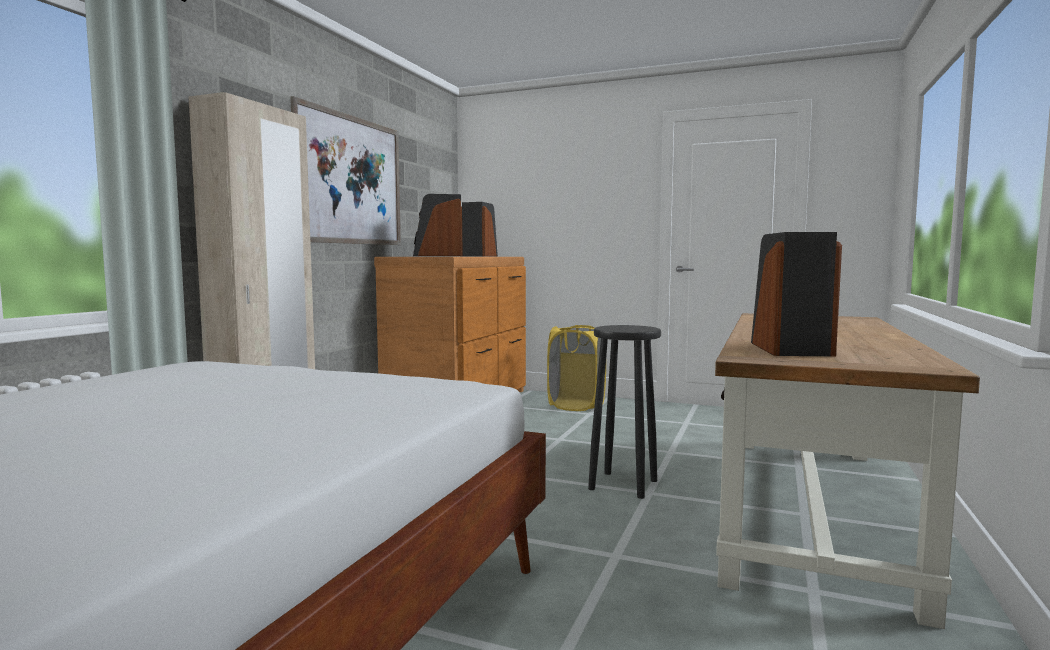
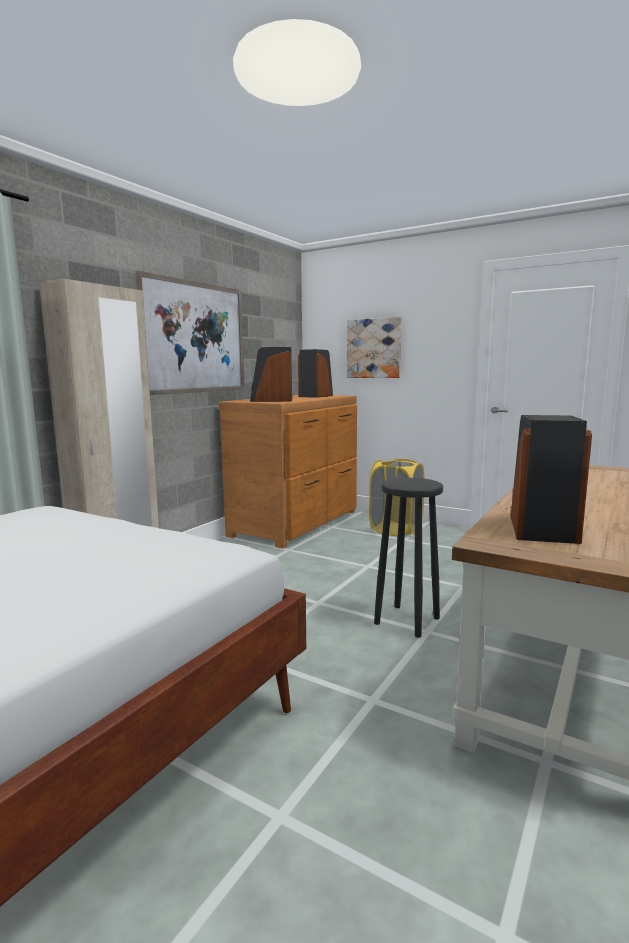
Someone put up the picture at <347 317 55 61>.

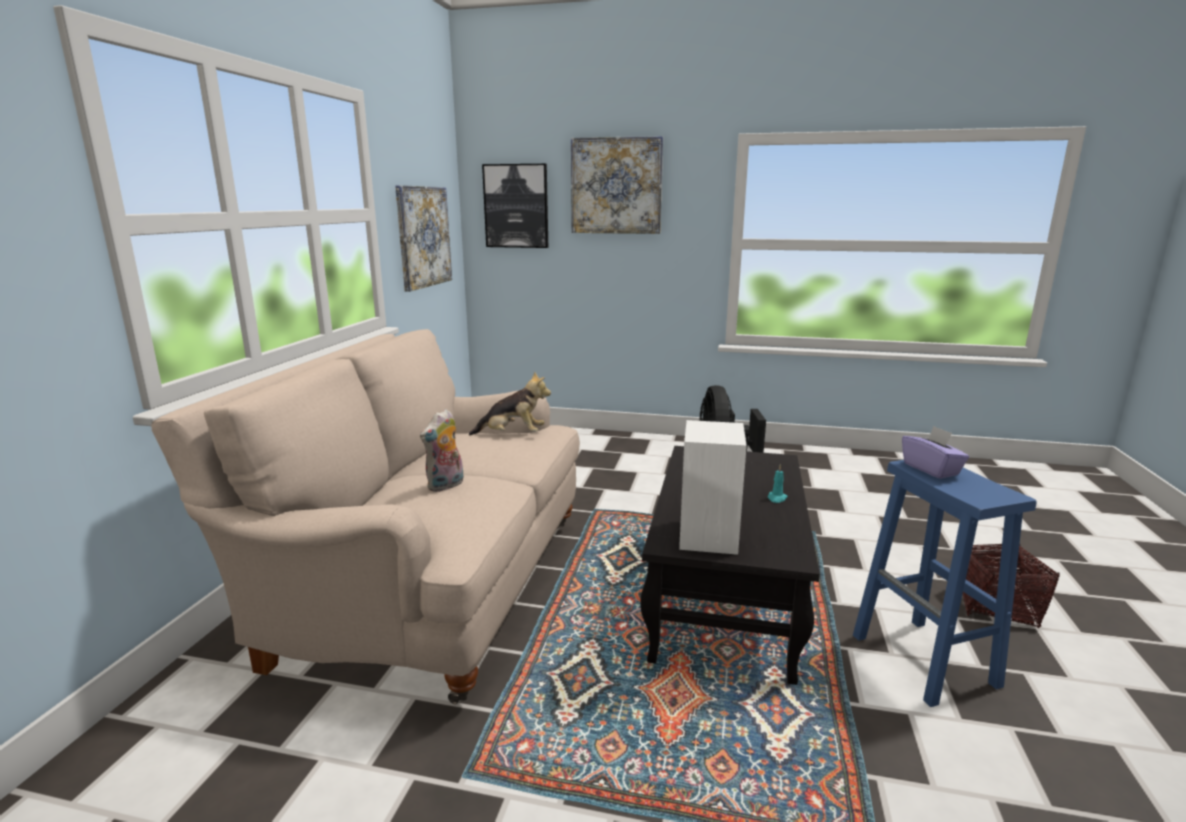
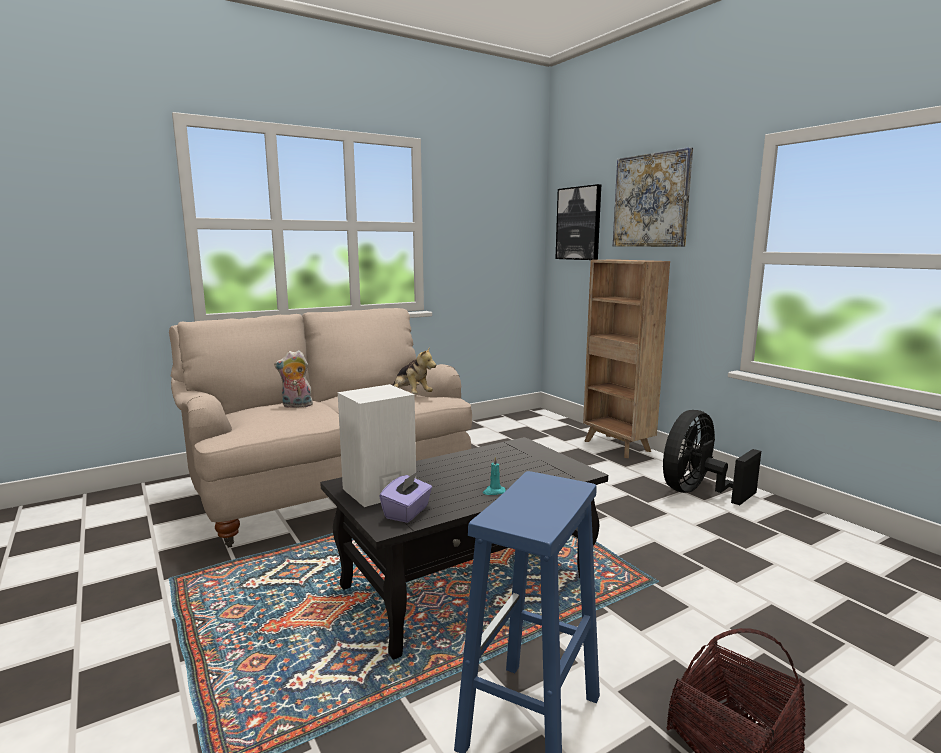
Someone took away the picture at <395 185 57 107>. Someone carried the tissue box in purple from <902 426 67 53> to <379 472 53 51>. Someone put down the bookcase in brown at <583 259 87 199>.

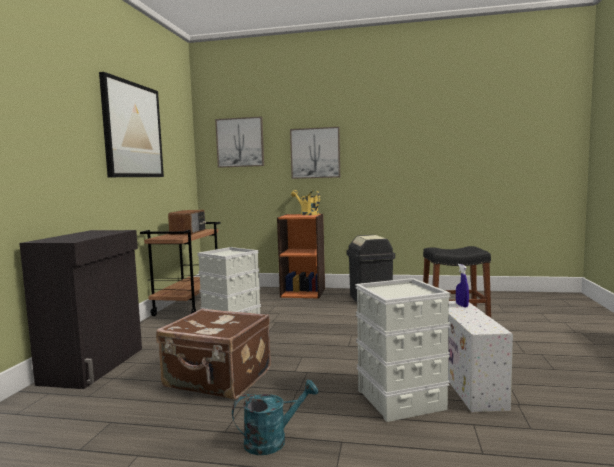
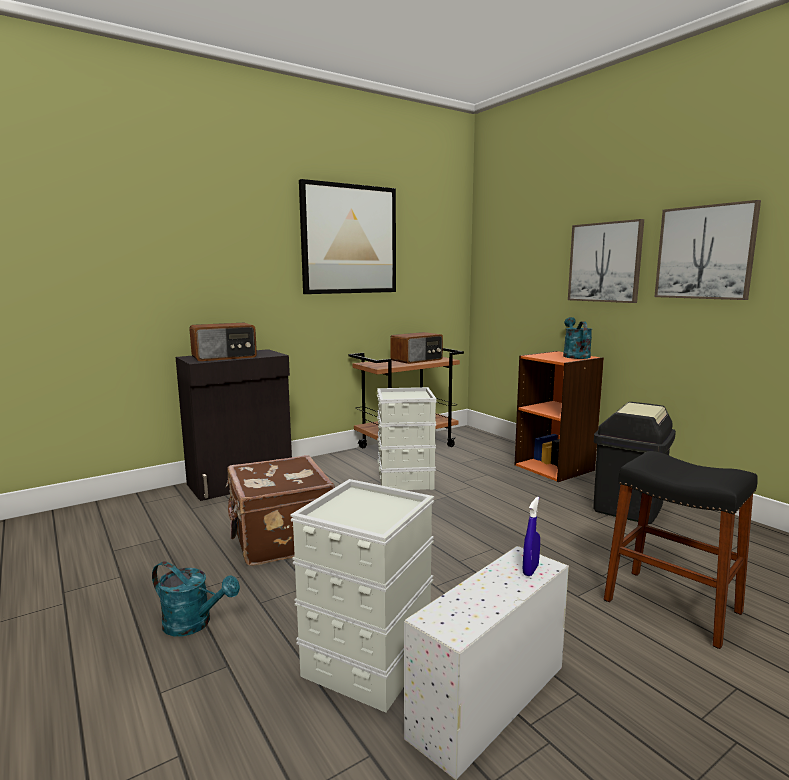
Someone carried the picture from <215 117 49 51> to <654 200 107 100>. Someone repainted the watering can in yellow at <291 190 29 25>, which became the watering can in turquoise at <563 317 29 42>. Someone put down the radio at <189 323 68 38>.

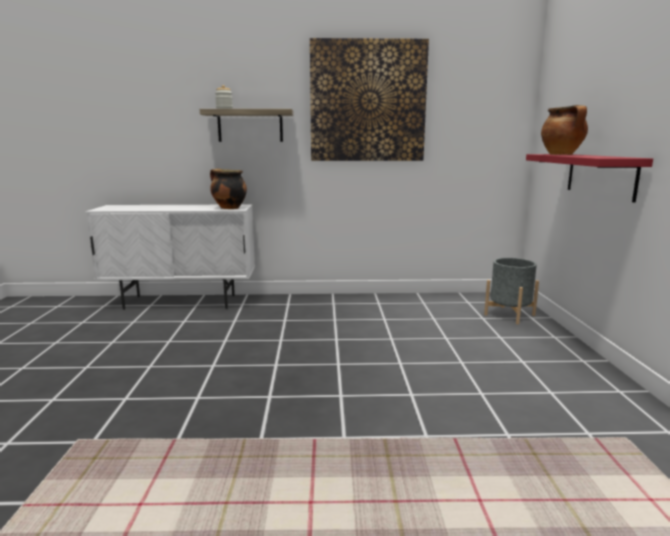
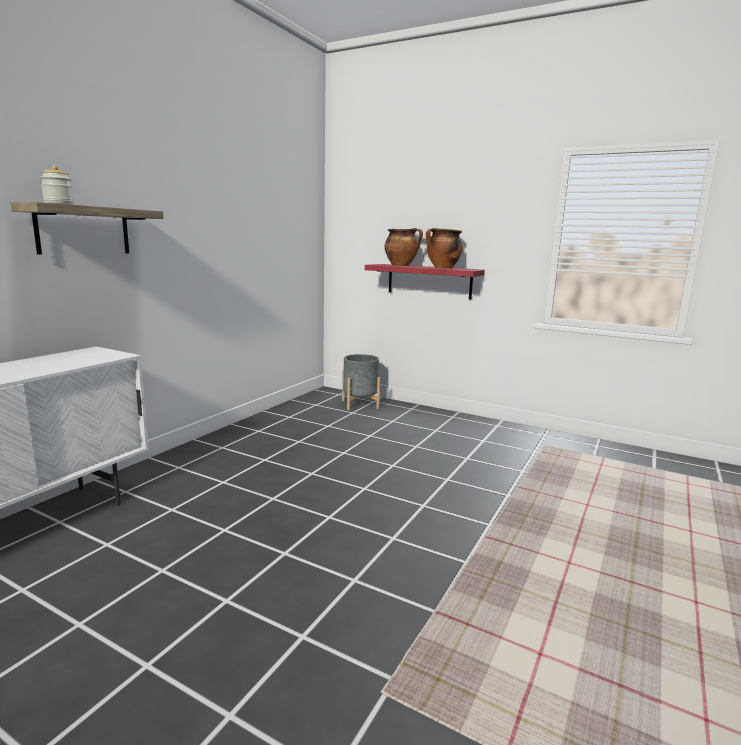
Someone carried the cooking pot from <210 169 37 40> to <426 228 37 41>. Someone took away the picture at <310 38 119 123>.

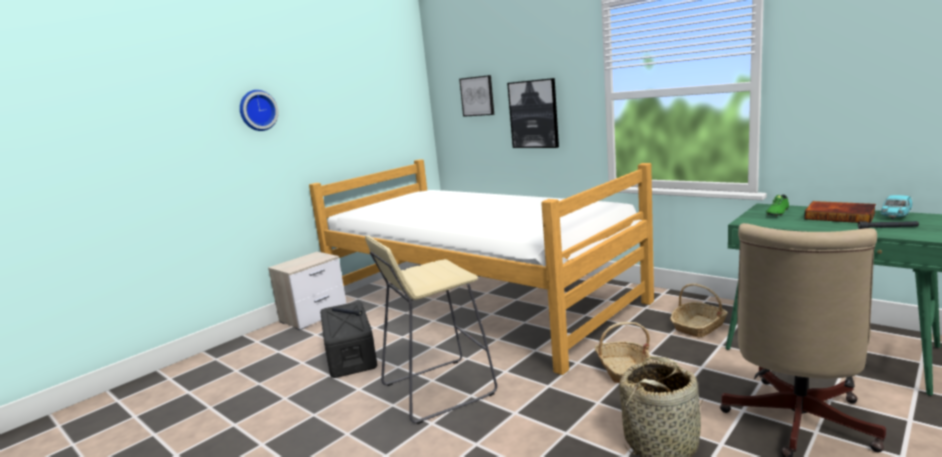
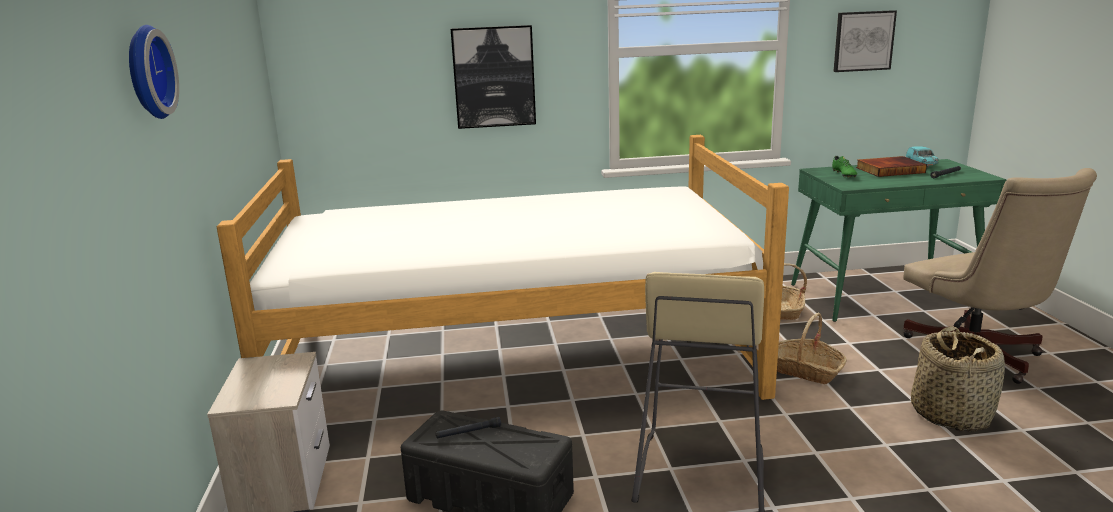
Someone carried the picture from <459 75 35 42> to <833 10 64 62>.

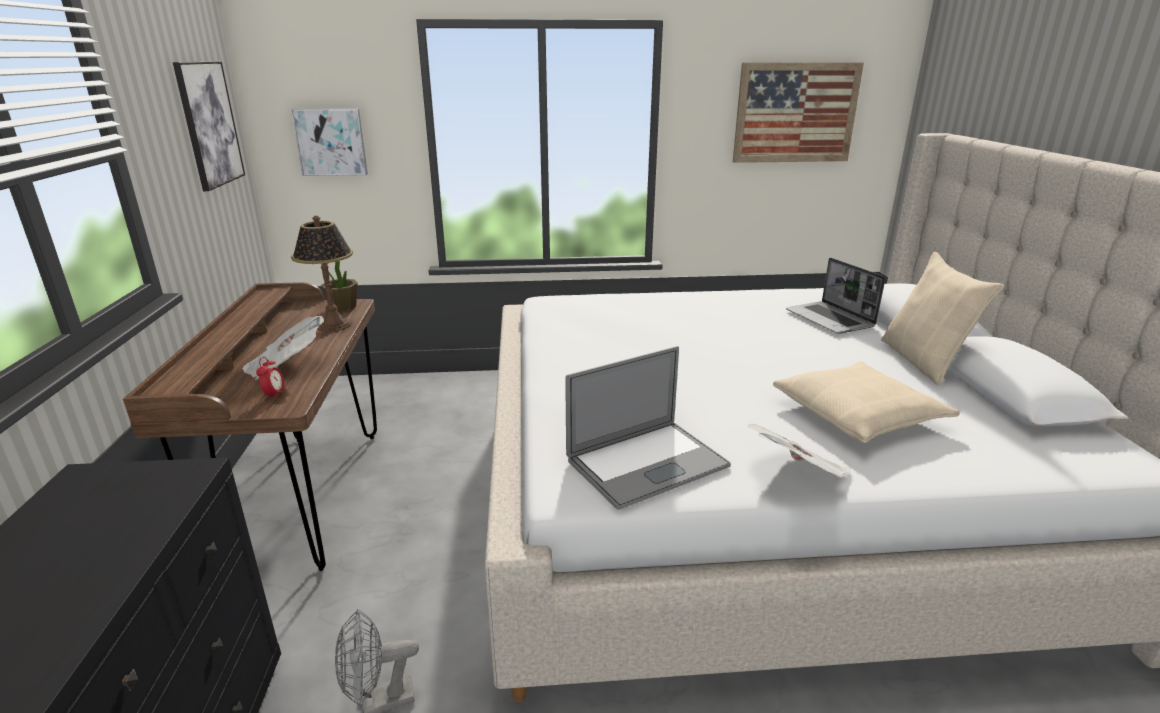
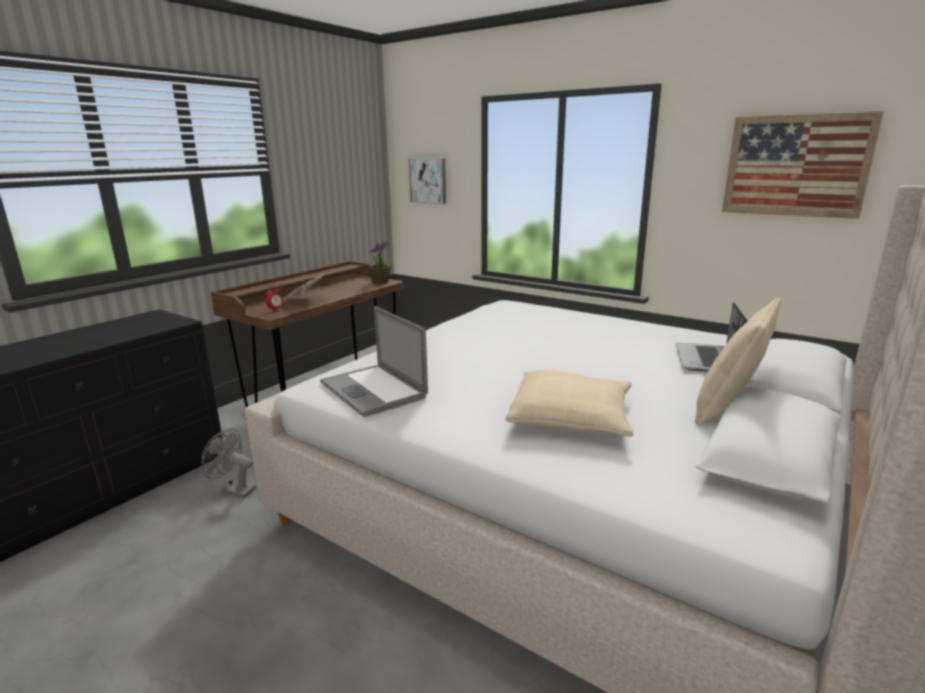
Someone took away the picture at <173 61 72 130>. Someone took away the table lamp at <291 216 62 116>. Someone rotated the laptop at <565 346 166 164> by 45 degrees clockwise. Someone took away the newspaper at <748 424 103 54>.

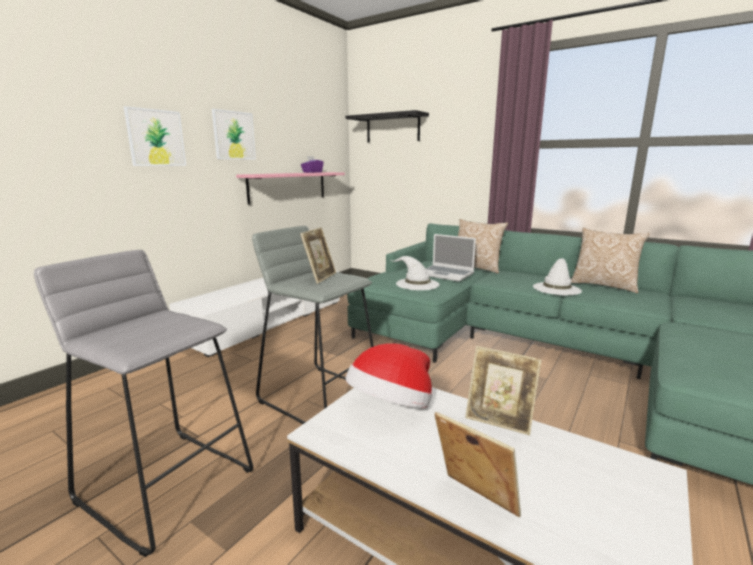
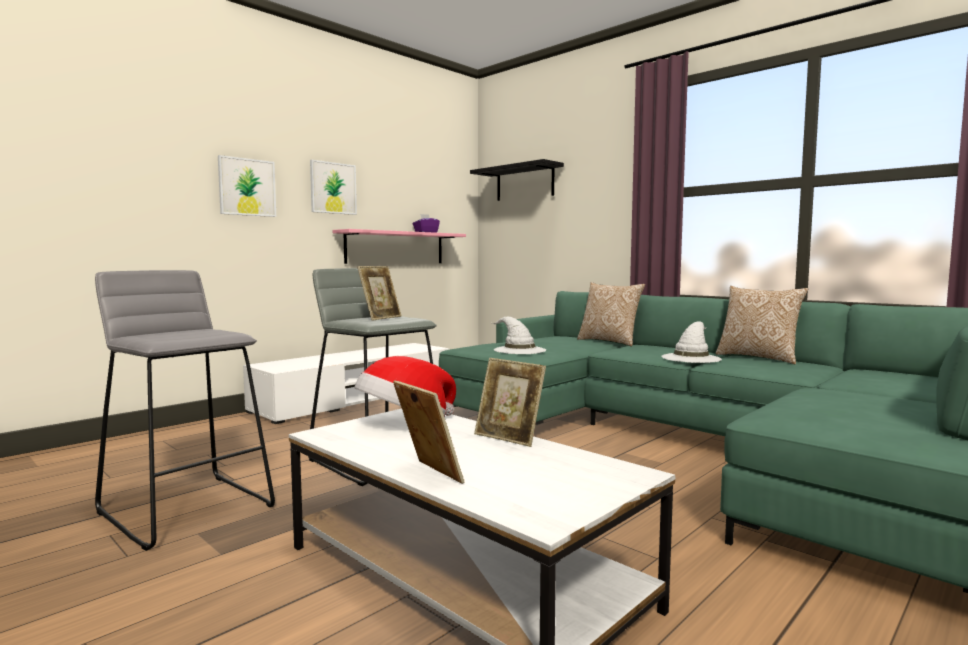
Someone took away the laptop at <425 234 51 48>.

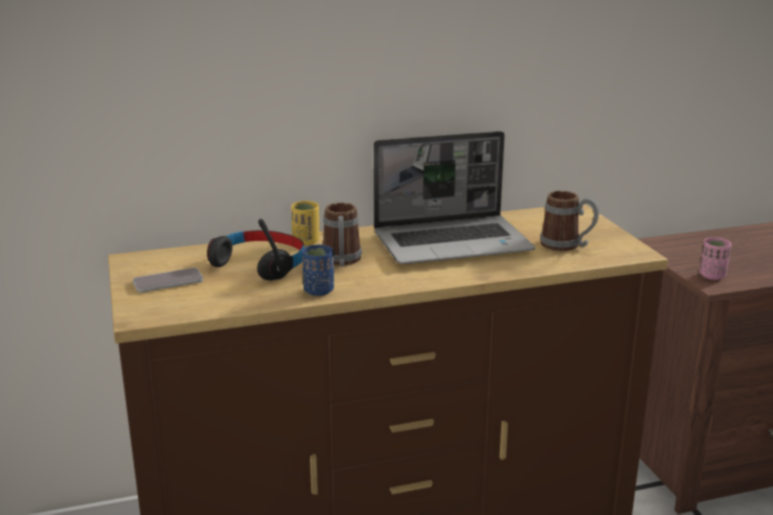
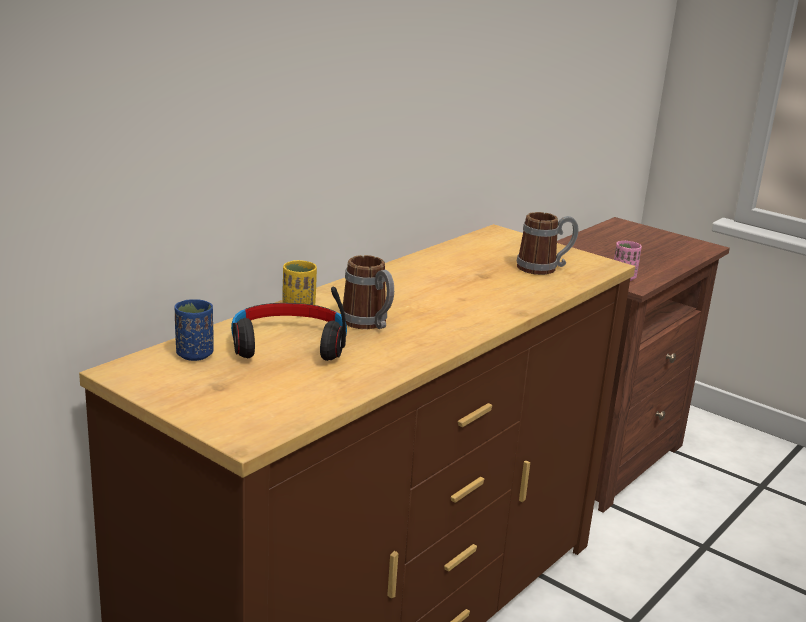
Someone took away the phone at <133 268 70 25>. Someone carried the cup in blue from <302 245 32 51> to <175 299 39 62>. Someone took away the laptop at <373 131 162 133>.

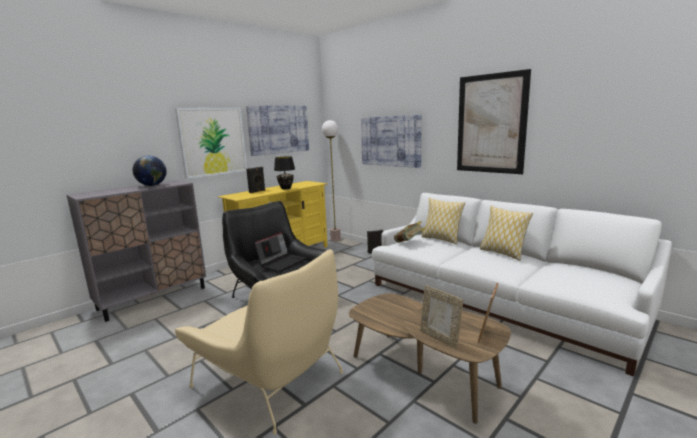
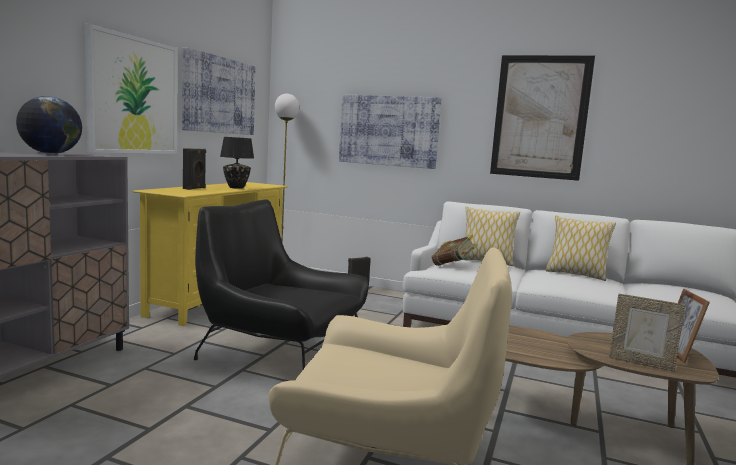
Someone took away the laptop at <254 232 52 40>.

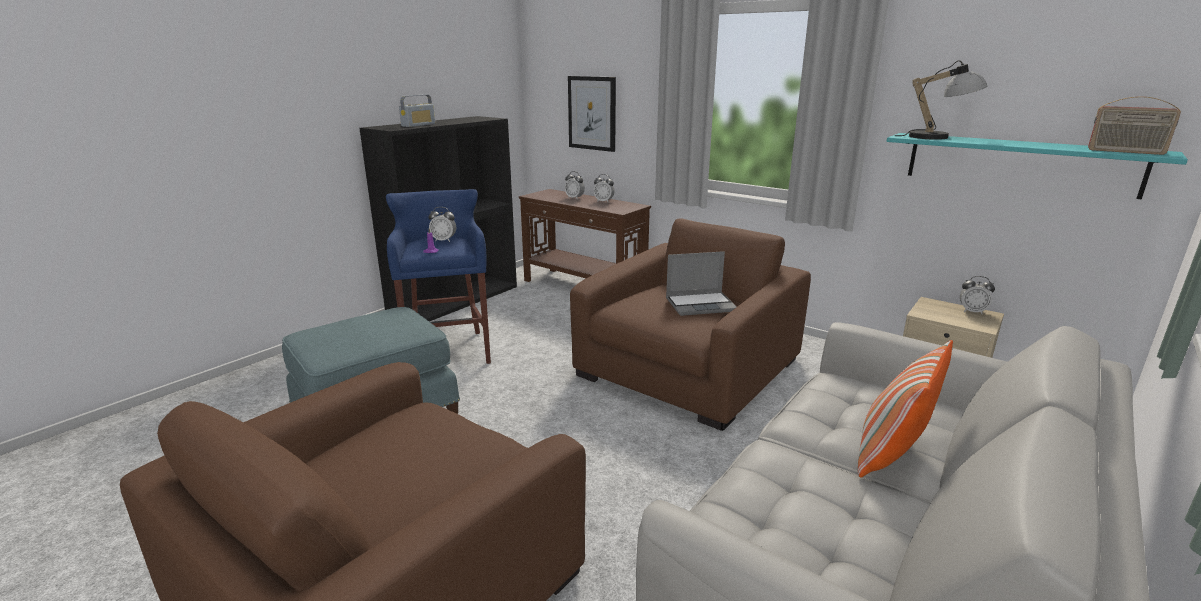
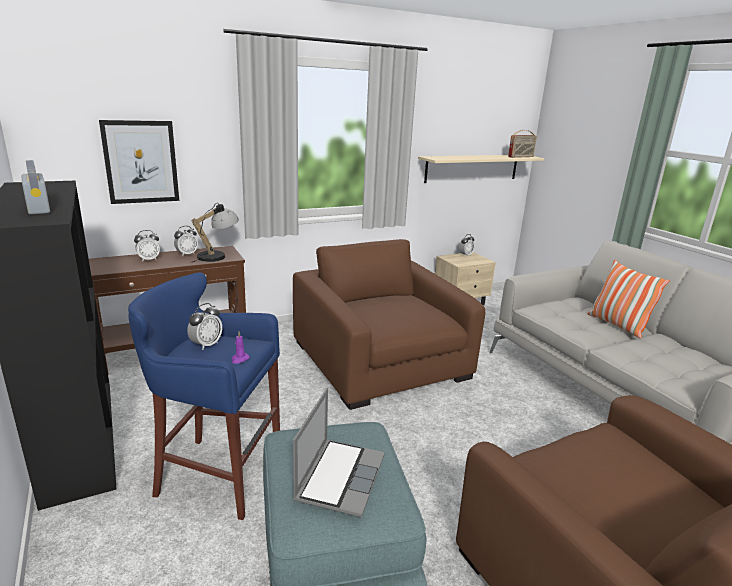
Someone carried the laptop from <666 251 71 65> to <293 388 92 129>. Someone repainted the shelf in turquoise at <886 133 302 66>, which became the shelf in beige at <418 155 126 28>. Someone carried the table lamp from <895 60 93 80> to <190 203 49 60>.

